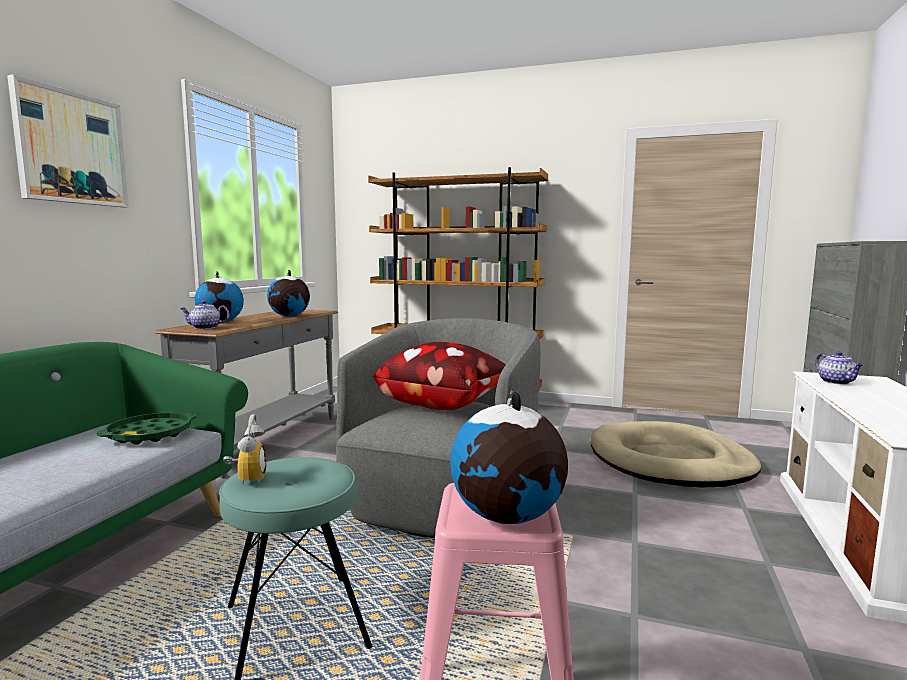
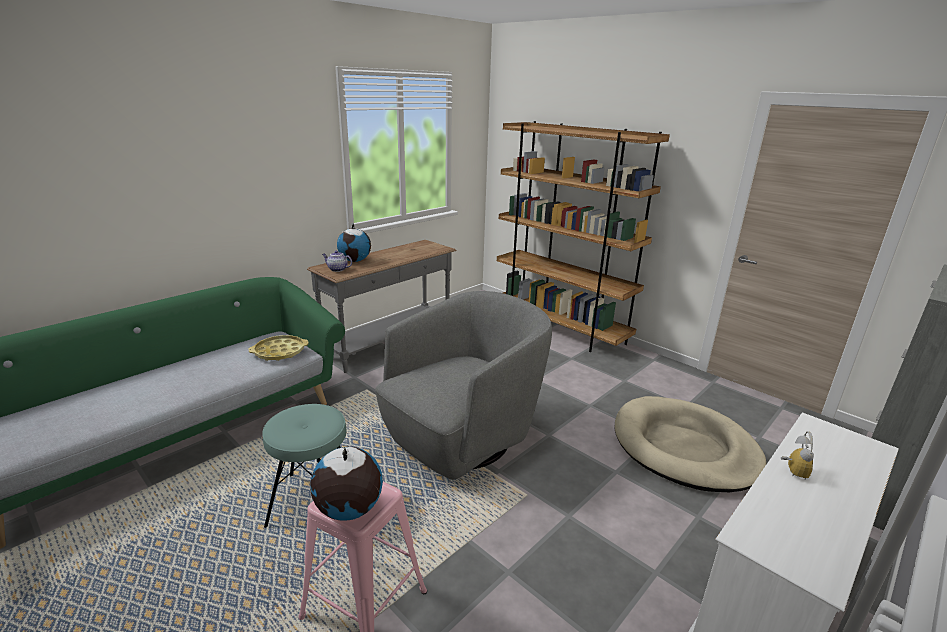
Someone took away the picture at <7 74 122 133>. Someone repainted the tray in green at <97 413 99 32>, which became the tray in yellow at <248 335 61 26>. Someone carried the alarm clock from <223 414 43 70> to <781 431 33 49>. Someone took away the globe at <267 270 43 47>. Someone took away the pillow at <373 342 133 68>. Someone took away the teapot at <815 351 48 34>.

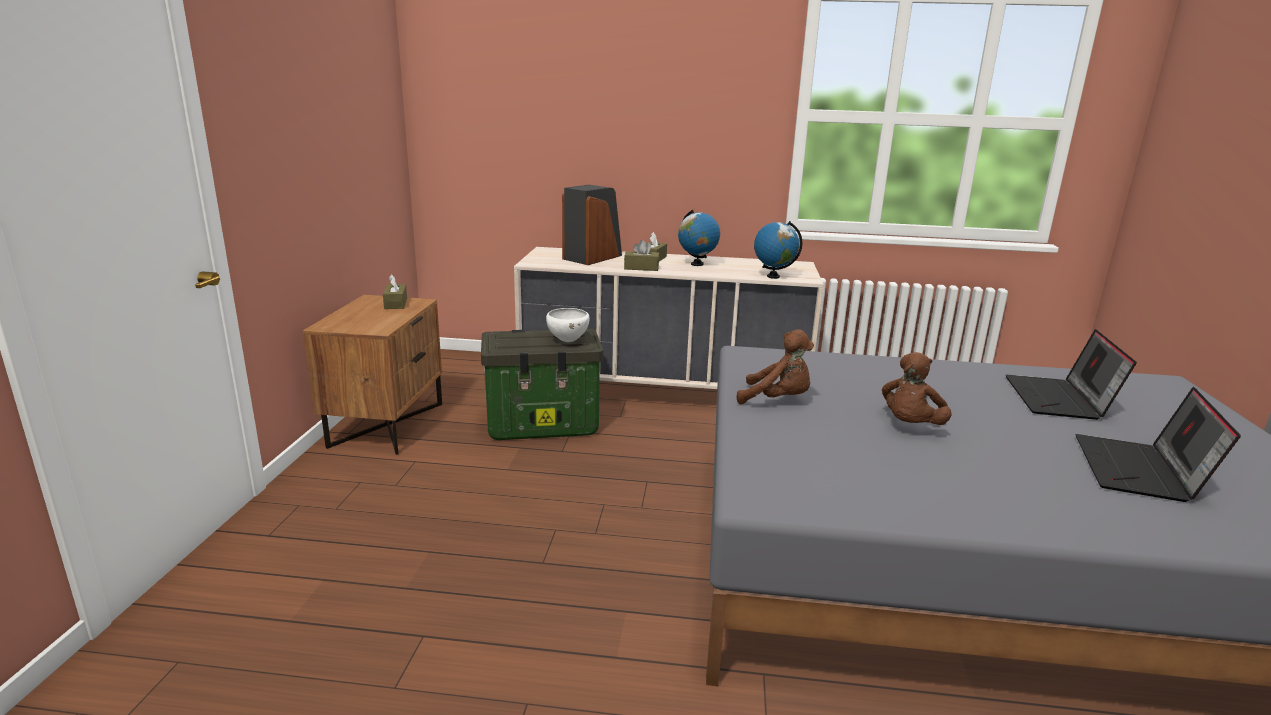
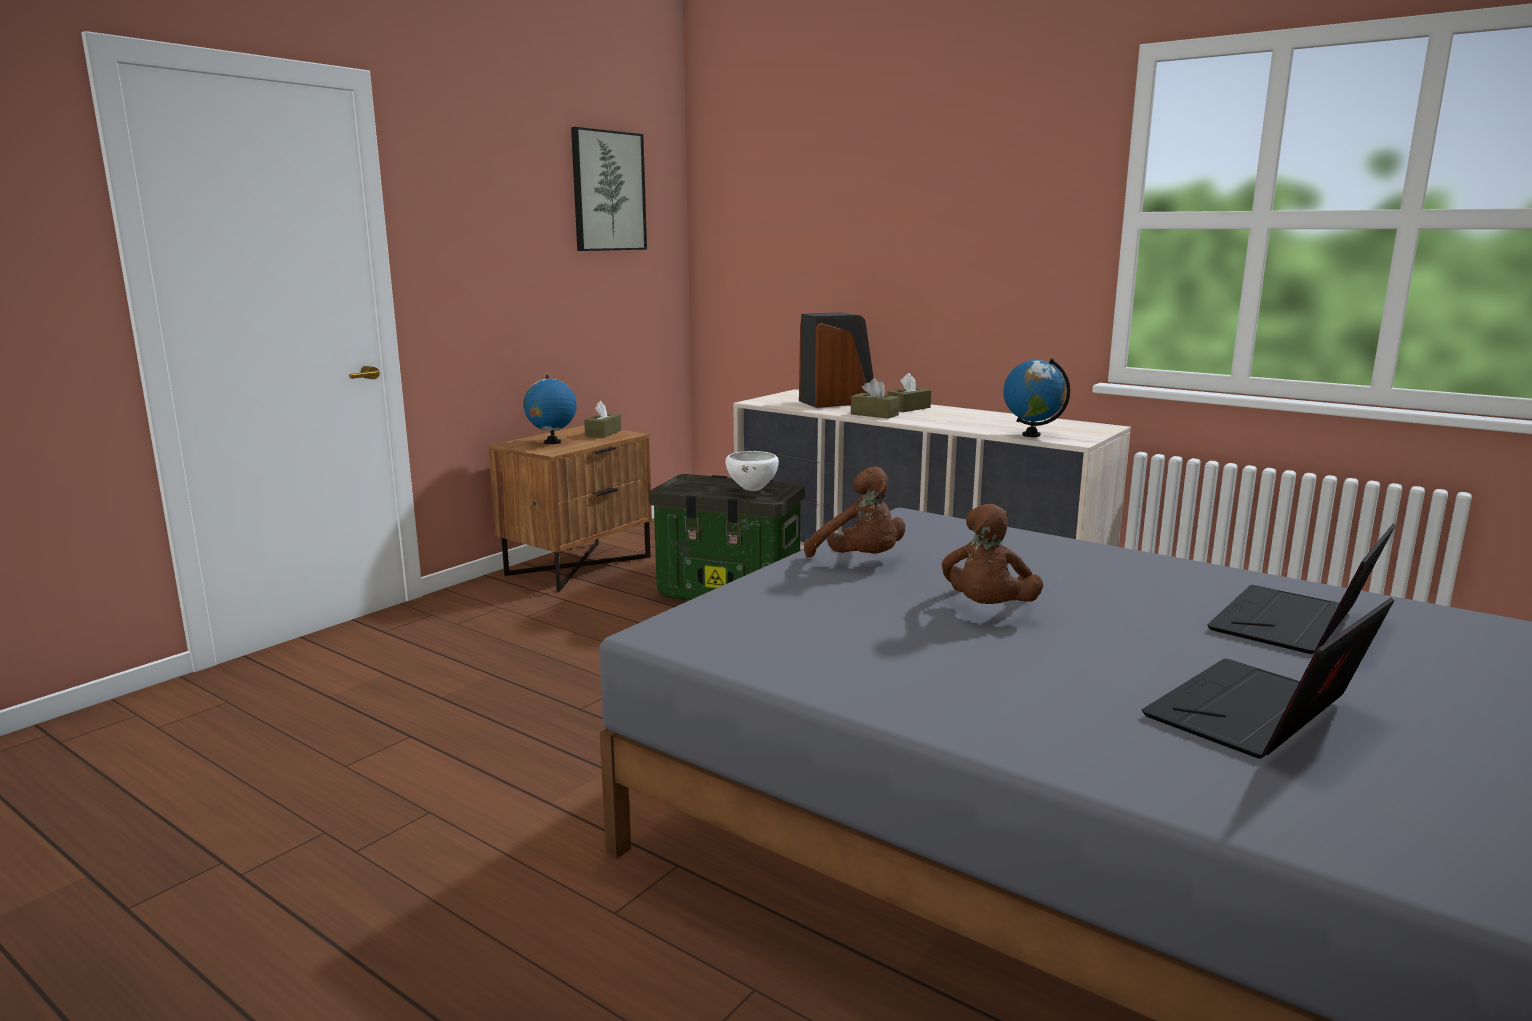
Someone carried the globe from <678 210 42 56> to <523 375 53 69>. Someone rotated the plush toy in brown at <882 352 70 73> by 45 degrees counterclockwise. Someone put up the picture at <571 127 76 124>.

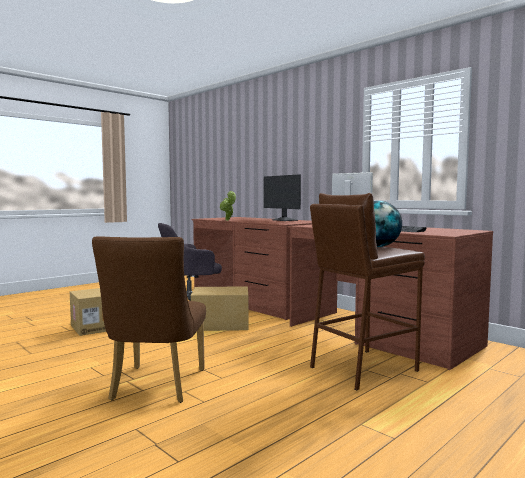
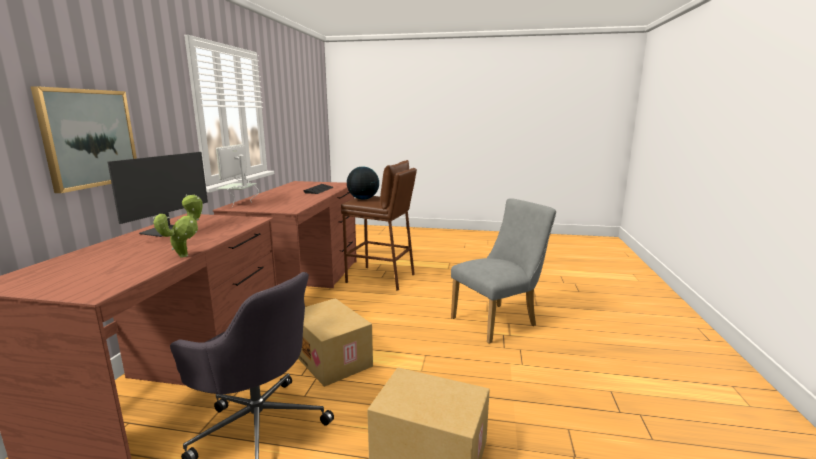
Someone repainted the chair in brown at <92 236 114 167>, which became the chair in grey at <451 198 105 146>. Someone put up the picture at <31 86 106 107>.

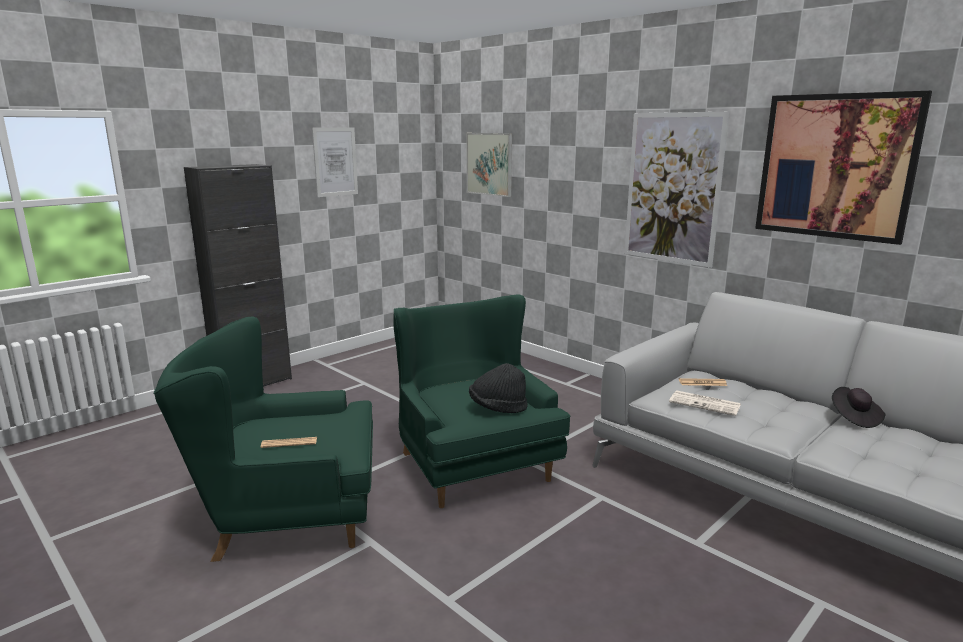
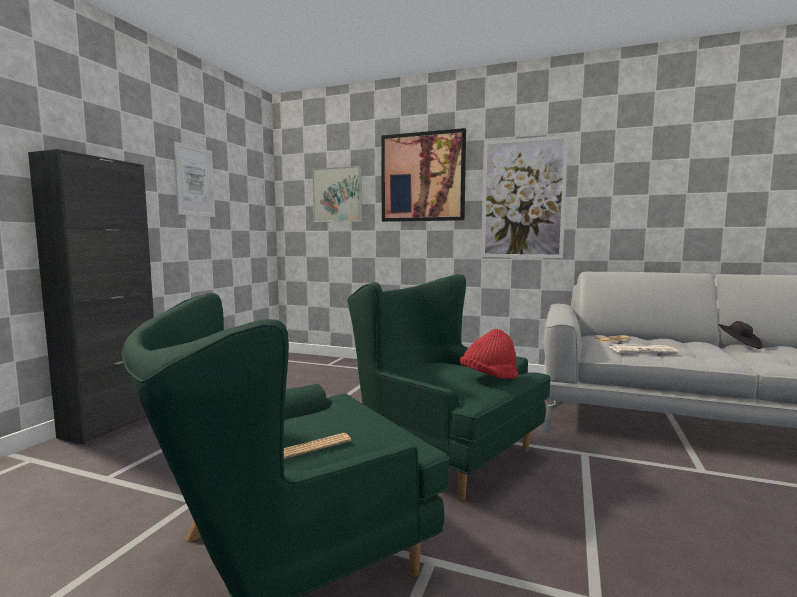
Someone repainted the hat in black at <469 363 59 50>, which became the hat in red at <460 329 58 50>. Someone carried the picture from <755 91 177 154> to <381 128 85 94>.

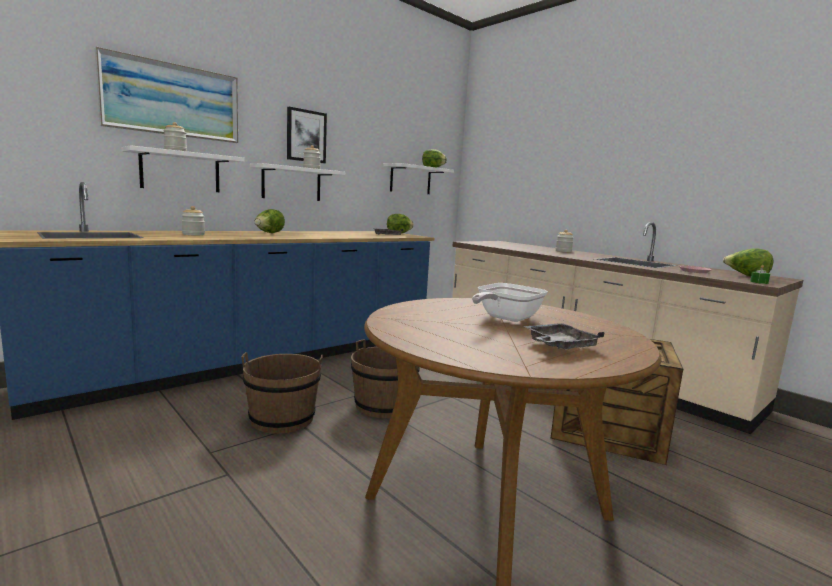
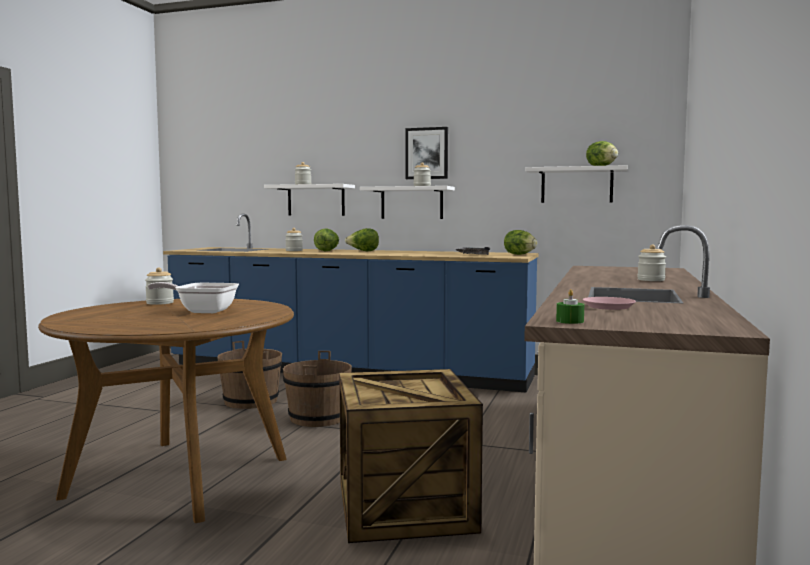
Someone took away the picture at <95 47 143 96>. Someone took away the tray in grey at <523 323 82 26>. Someone carried the lettuce from <723 248 50 29> to <314 228 25 23>. Someone put down the jar at <145 267 29 38>.

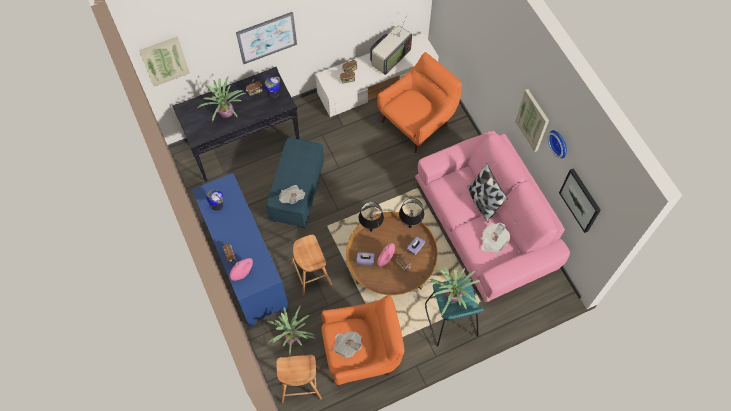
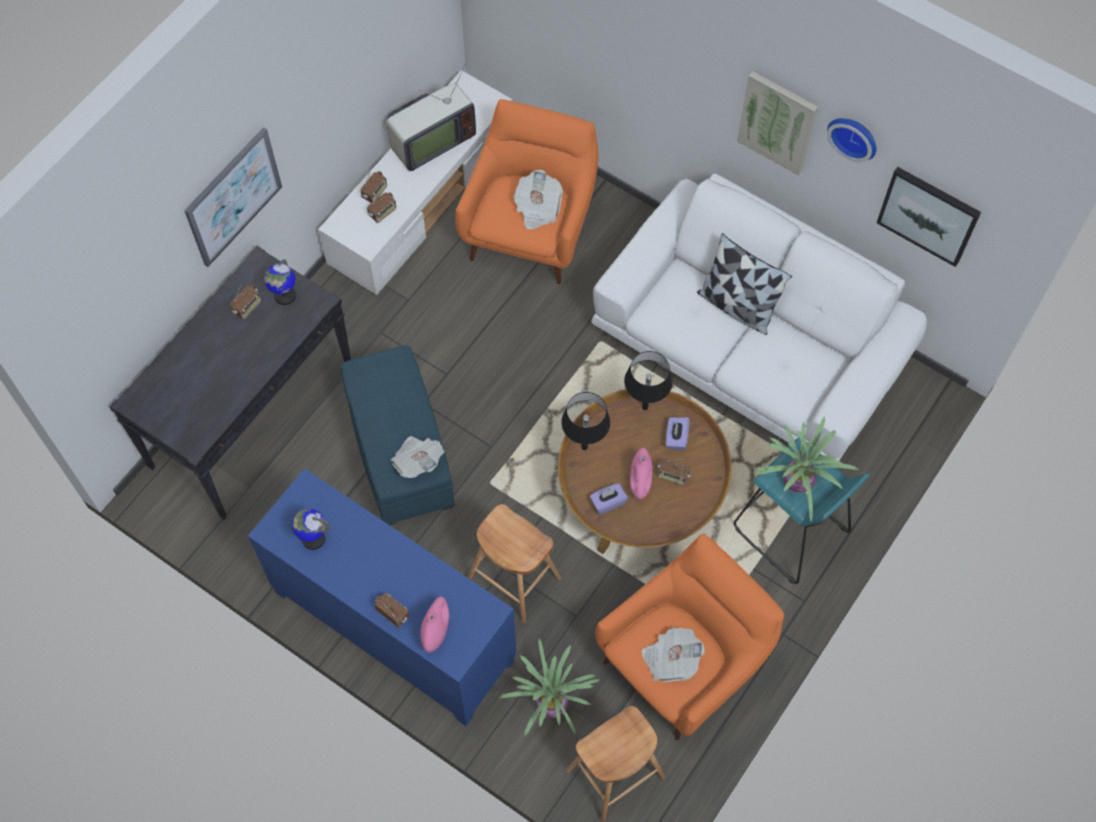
Someone took away the picture at <139 37 51 50>. Someone took away the potted plant at <198 77 47 45>. Someone rotated the television at <370 18 42 57> by 45 degrees clockwise. Someone repainted the sofa in pink at <415 131 155 171>, which became the sofa in white at <591 174 336 287>. Someone carried the newspaper from <481 223 29 31> to <513 170 50 59>.

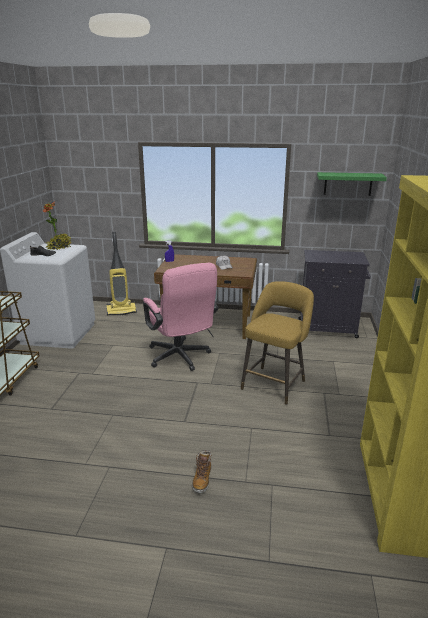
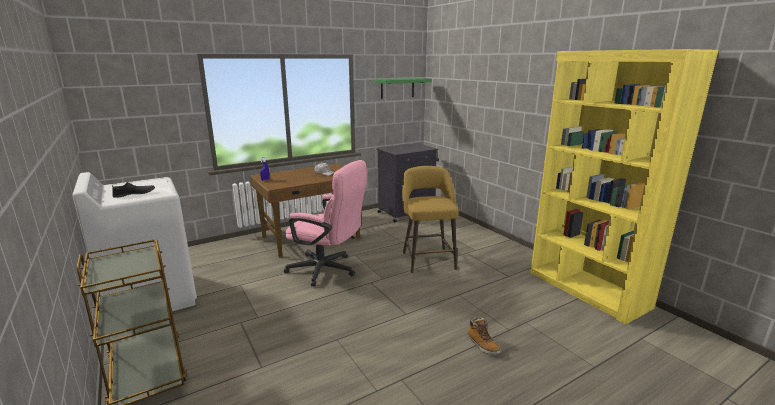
Someone took away the potted plant at <43 201 28 49>. Someone took away the vacuum cleaner at <106 232 31 84>.

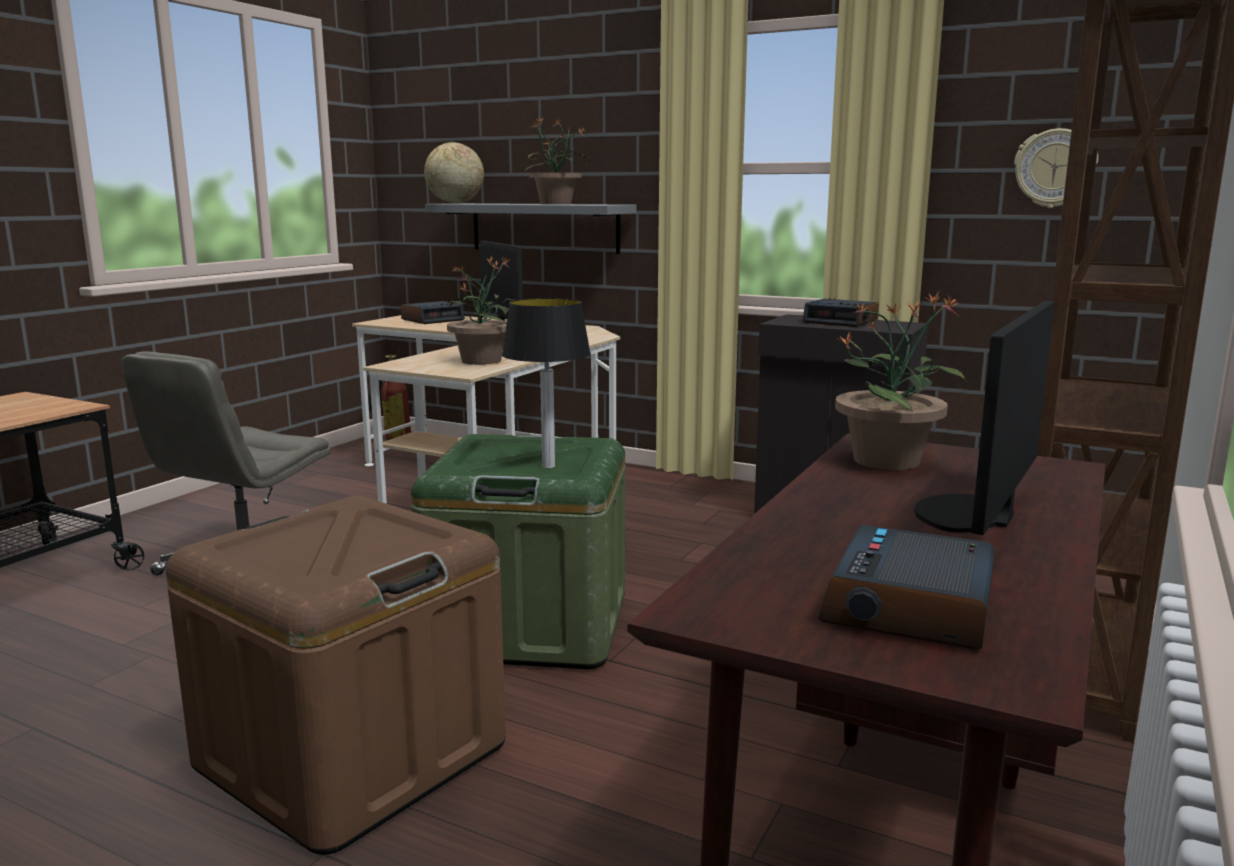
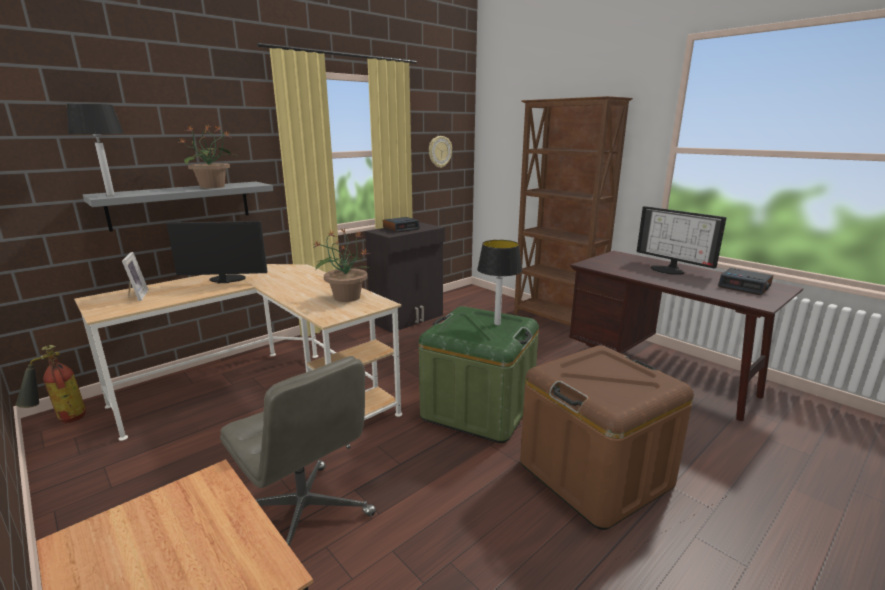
Someone swapped the alarm clock at <401 301 64 23> for the picture frame at <122 252 26 49>. Someone swapped the globe at <424 142 60 61> for the table lamp at <66 104 58 92>. Someone took away the potted plant at <835 291 132 179>.

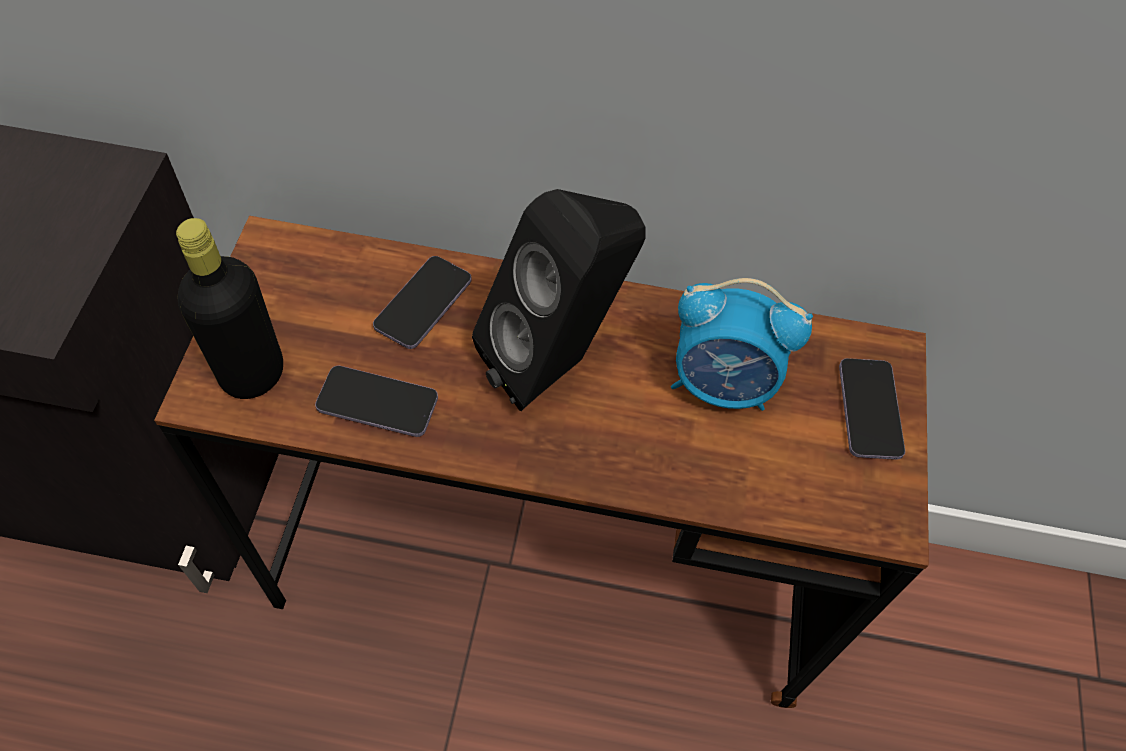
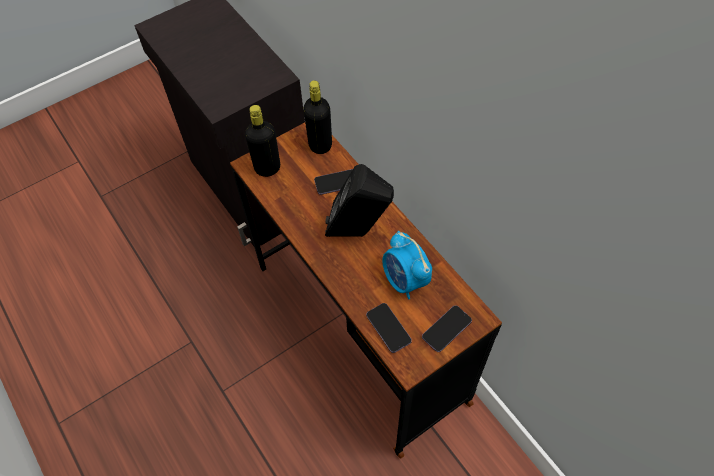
Someone carried the phone from <315 366 123 71> to <366 303 46 50>. Someone put down the bottle in black at <303 80 29 74>.

